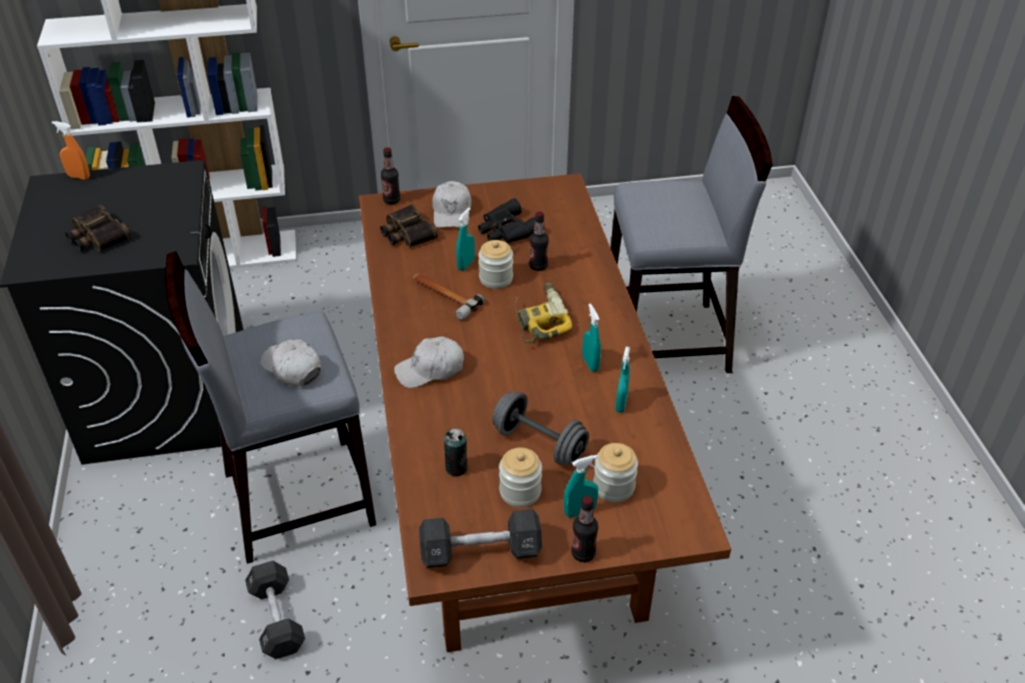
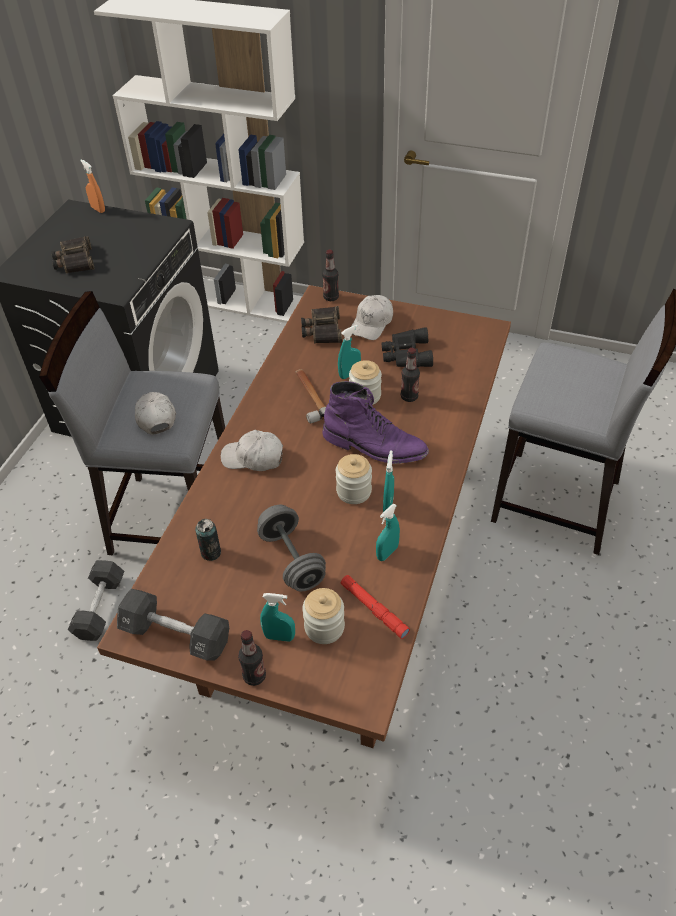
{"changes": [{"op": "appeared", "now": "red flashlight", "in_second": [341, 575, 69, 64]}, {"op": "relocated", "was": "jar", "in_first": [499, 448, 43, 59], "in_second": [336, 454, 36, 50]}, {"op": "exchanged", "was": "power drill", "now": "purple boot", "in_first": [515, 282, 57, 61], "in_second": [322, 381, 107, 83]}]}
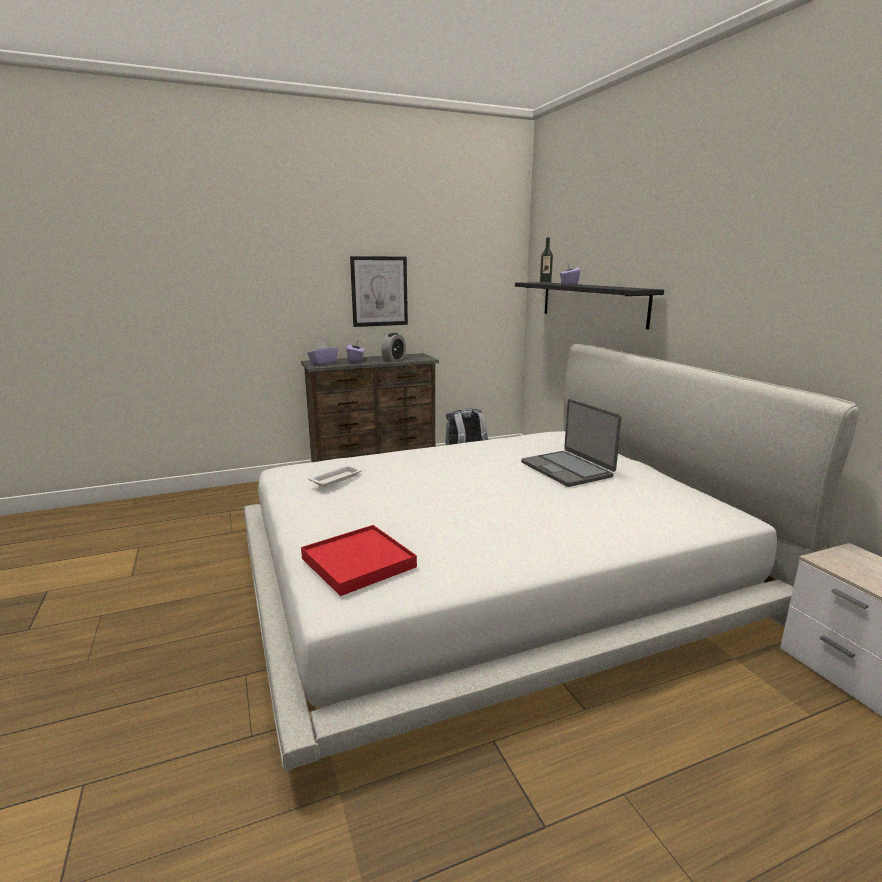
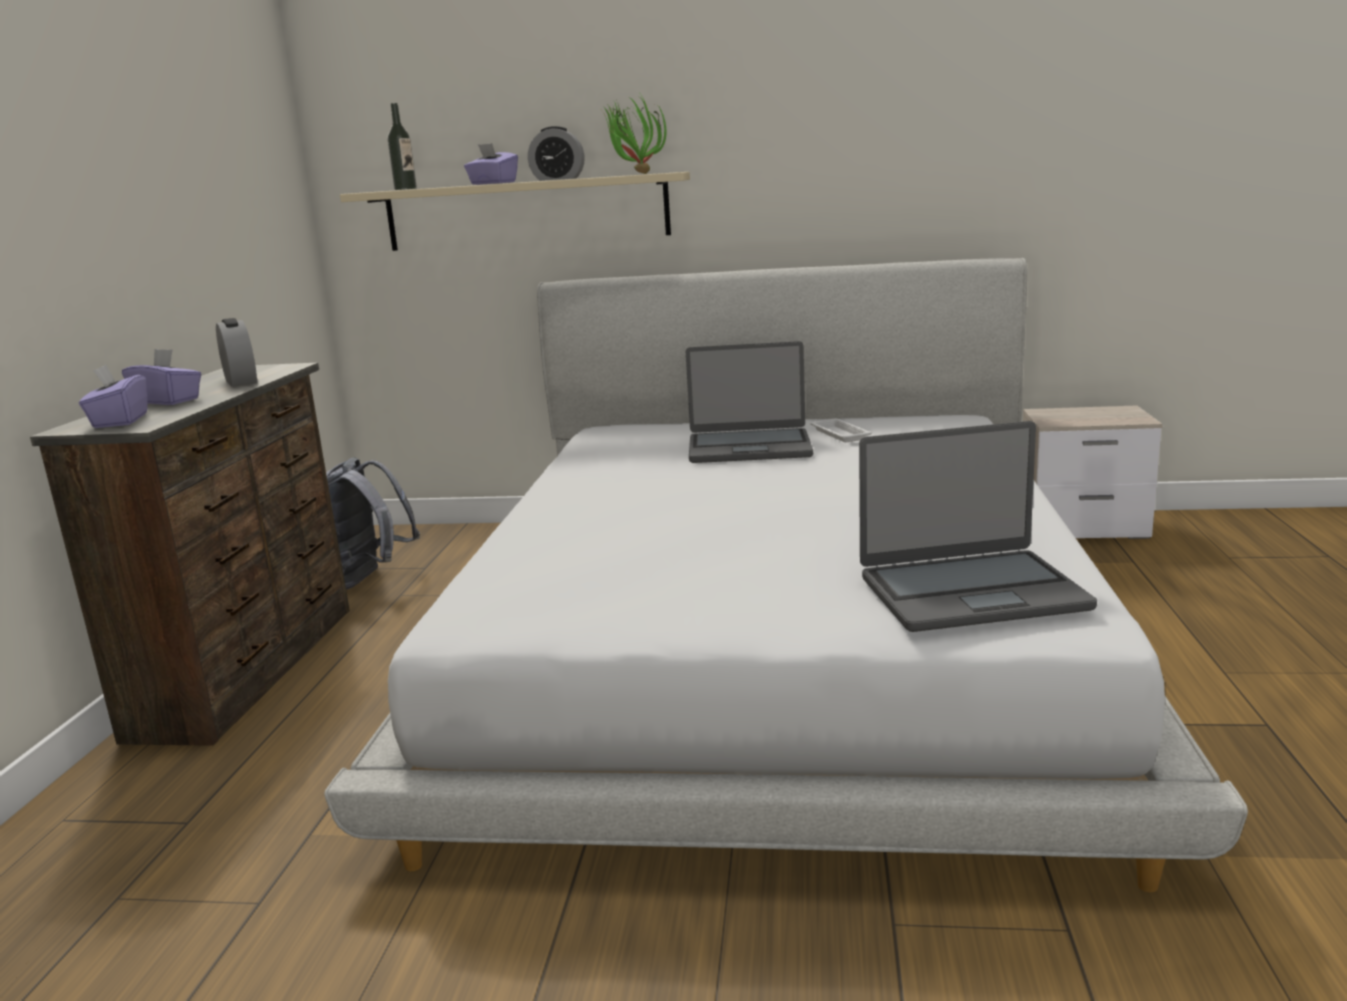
{"changes": [{"op": "missing", "was": "picture", "in_first": [350, 256, 58, 71]}, {"op": "appeared", "now": "alarm clock", "in_second": [528, 126, 57, 55]}, {"op": "appeared", "now": "potted plant", "in_second": [602, 94, 64, 80]}, {"op": "relocated", "was": "white tray", "in_first": [308, 465, 54, 22], "in_second": [810, 419, 62, 23]}, {"op": "exchanged", "was": "red tray", "now": "laptop", "in_first": [301, 525, 116, 71], "in_second": [859, 421, 238, 211]}, {"op": "colour", "was": "black shelf", "now": "beige shelf", "in_first": [515, 282, 149, 47], "in_second": [340, 172, 350, 79]}]}
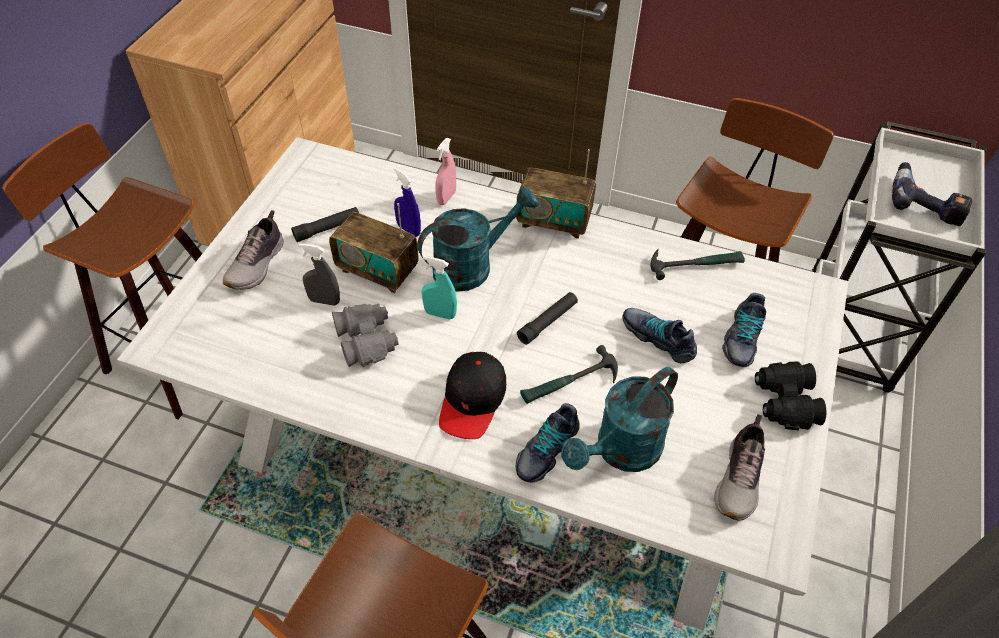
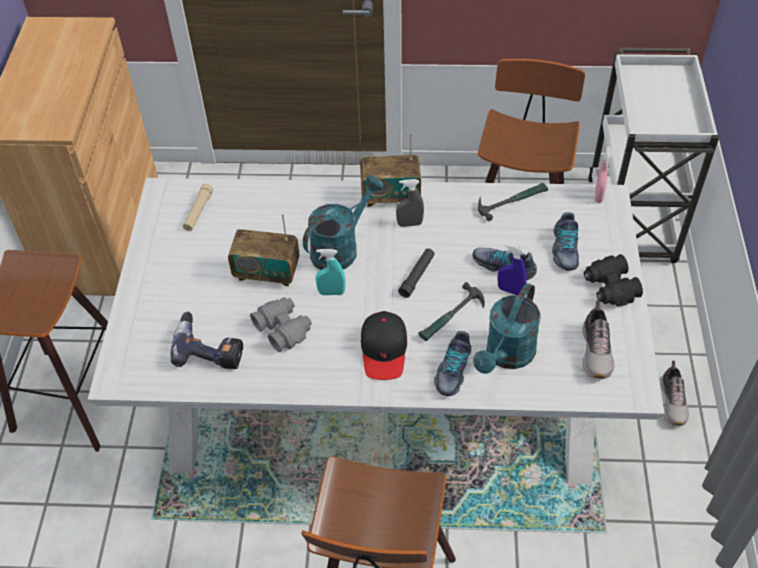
{"changes": [{"op": "missing", "was": "black flashlight", "in_first": [291, 207, 68, 35]}, {"op": "appeared", "now": "beige flashlight", "in_second": [183, 184, 30, 47]}, {"op": "relocated", "was": "shoe", "in_first": [223, 210, 61, 80], "in_second": [660, 361, 29, 65]}, {"op": "relocated", "was": "grey spray bottle", "in_first": [298, 243, 42, 63], "in_second": [396, 179, 28, 48]}, {"op": "relocated", "was": "blue spray bottle", "in_first": [394, 168, 27, 69], "in_second": [498, 244, 29, 52]}, {"op": "relocated", "was": "pink spray bottle", "in_first": [435, 138, 21, 67], "in_second": [595, 147, 15, 56]}, {"op": "relocated", "was": "power drill", "in_first": [892, 162, 80, 64], "in_second": [171, 311, 72, 58]}]}
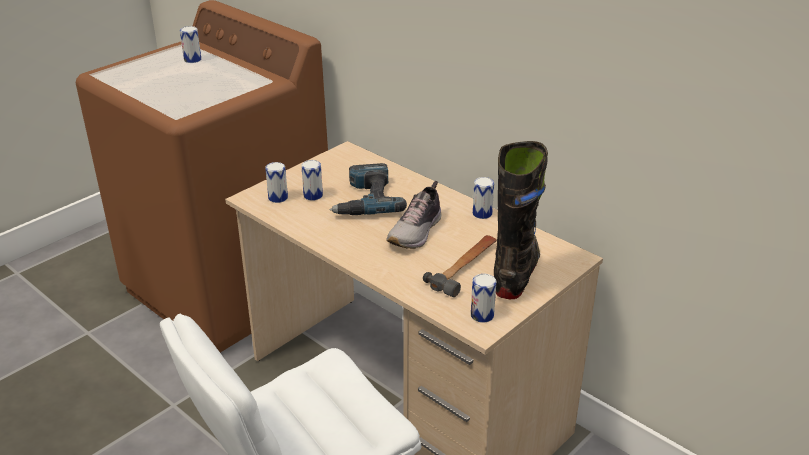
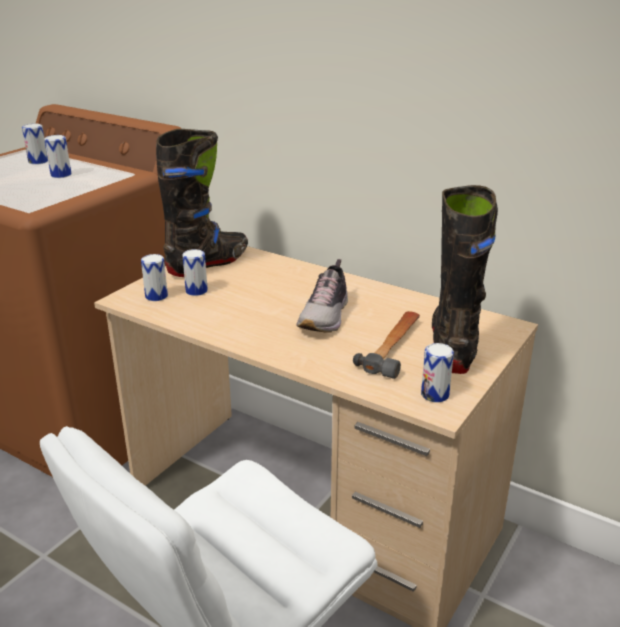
{"changes": [{"op": "missing", "was": "power drill", "in_first": [329, 163, 78, 52]}, {"op": "appeared", "now": "black boot", "in_second": [156, 129, 92, 148]}, {"op": "relocated", "was": "can", "in_first": [473, 177, 21, 42], "in_second": [44, 135, 28, 43]}]}
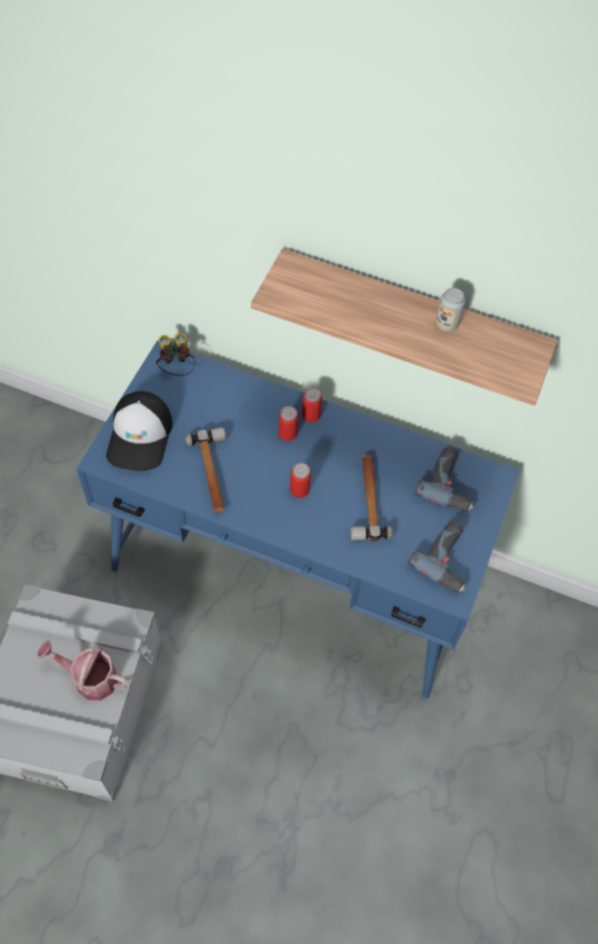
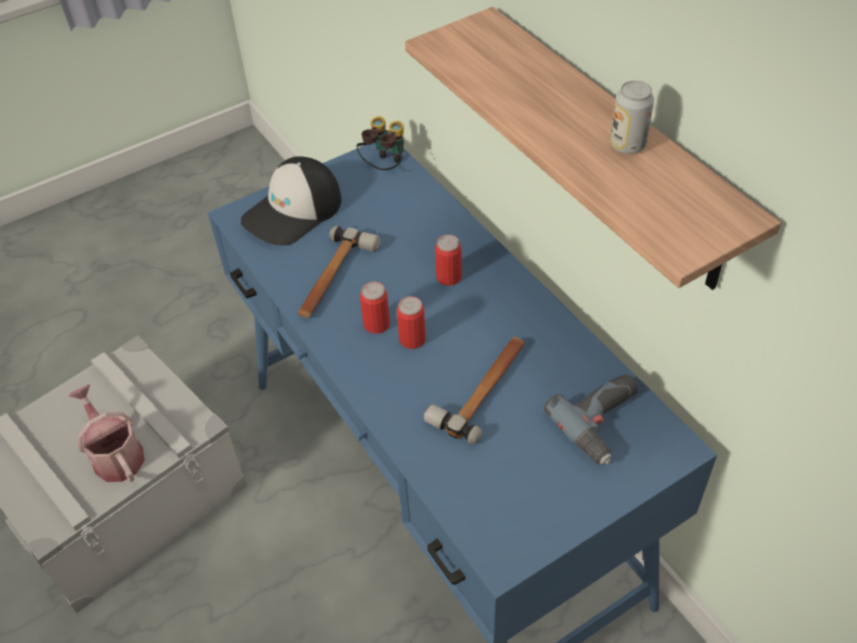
{"changes": [{"op": "missing", "was": "power drill", "in_first": [408, 521, 58, 71]}, {"op": "relocated", "was": "can", "in_first": [302, 388, 20, 35], "in_second": [360, 282, 30, 52]}]}
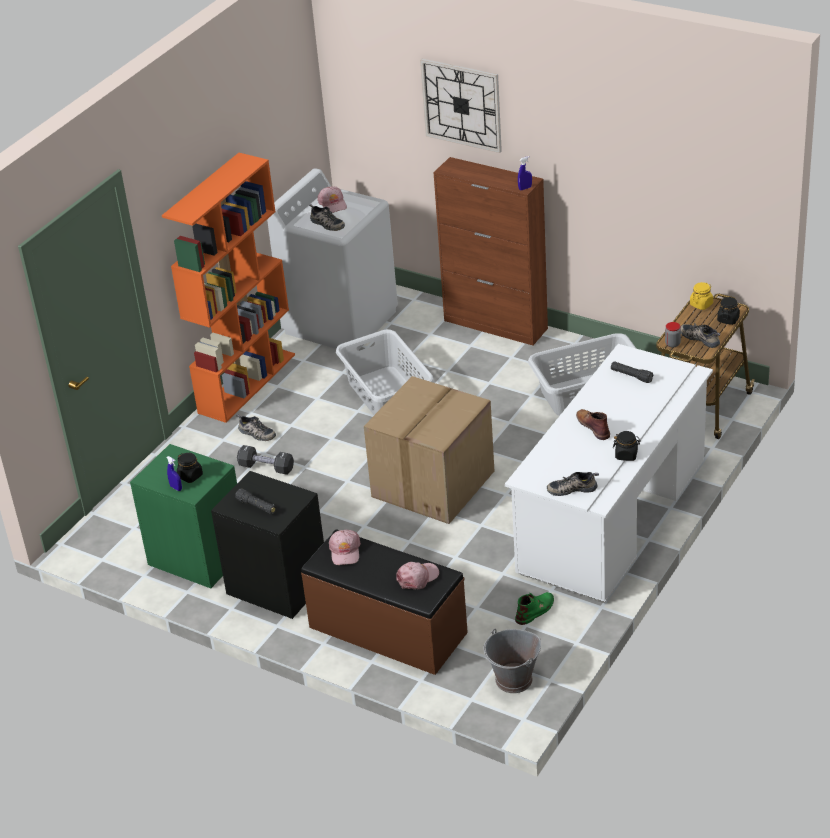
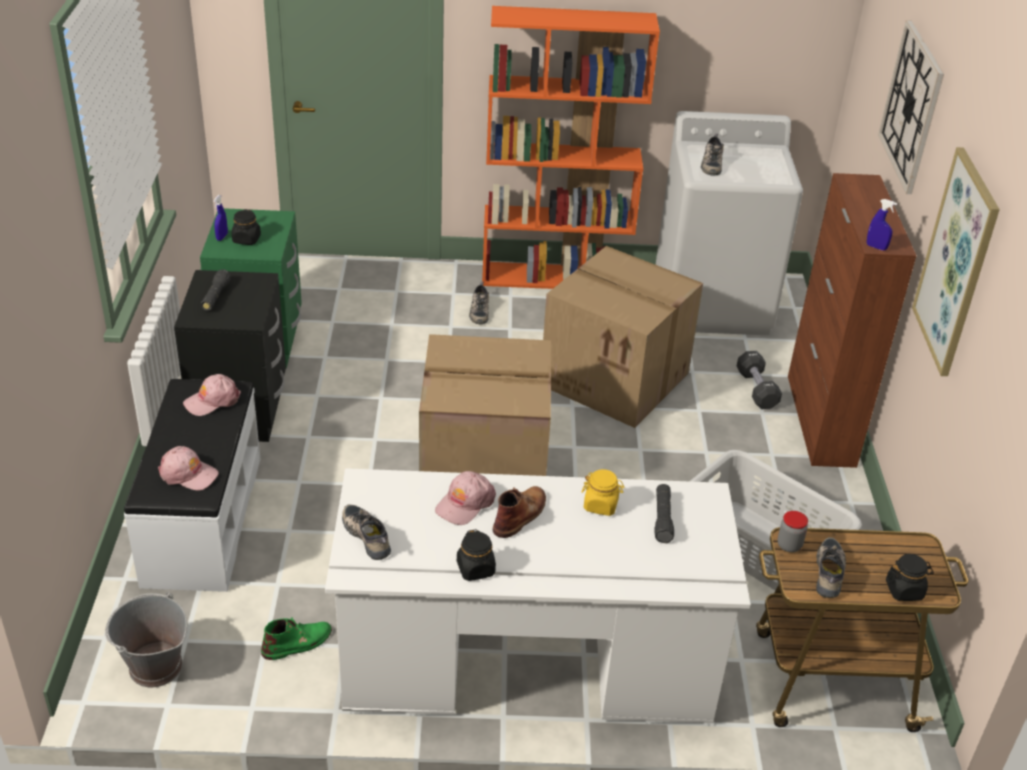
{"changes": [{"op": "appeared", "now": "picture", "in_second": [912, 147, 88, 229]}, {"op": "relocated", "was": "black dumbbell", "in_first": [237, 445, 57, 30], "in_second": [737, 351, 45, 58]}, {"op": "relocated", "was": "pink cap", "in_first": [317, 186, 30, 27], "in_second": [435, 471, 61, 54]}, {"op": "relocated", "was": "yellow jar", "in_first": [690, 282, 23, 28], "in_second": [581, 469, 44, 47]}, {"op": "exchanged", "was": "grey laundry basket", "now": "cardboard box", "in_first": [336, 329, 99, 86], "in_second": [543, 246, 160, 182]}, {"op": "colour", "was": "brown bench", "now": "white bench", "in_first": [301, 530, 167, 145], "in_second": [124, 379, 137, 213]}, {"op": "spun", "was": "green boot", "in_first": [515, 592, 39, 33], "in_second": [261, 617, 71, 43], "clockwise": -45}]}
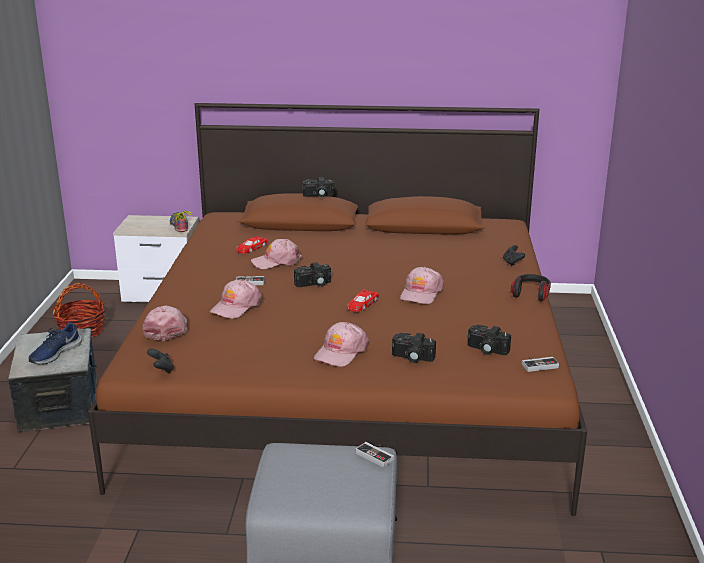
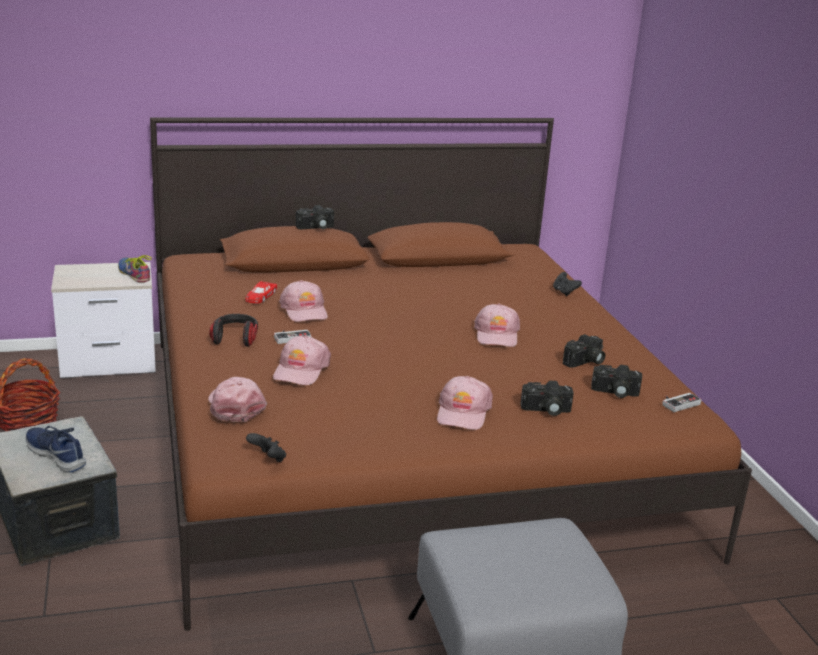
{"changes": [{"op": "missing", "was": "red toy car", "in_first": [347, 290, 32, 22]}, {"op": "missing", "was": "game controller", "in_first": [356, 442, 38, 26]}, {"op": "relocated", "was": "photo camera", "in_first": [294, 262, 37, 25], "in_second": [563, 334, 42, 34]}, {"op": "relocated", "was": "headphones", "in_first": [511, 274, 40, 28], "in_second": [209, 314, 49, 32]}, {"op": "spun", "was": "blue shoe", "in_first": [28, 322, 54, 42], "in_second": [26, 426, 60, 47], "clockwise": 120}, {"op": "spun", "was": "pink cap", "in_first": [251, 239, 51, 30], "in_second": [279, 280, 49, 42], "clockwise": -75}]}
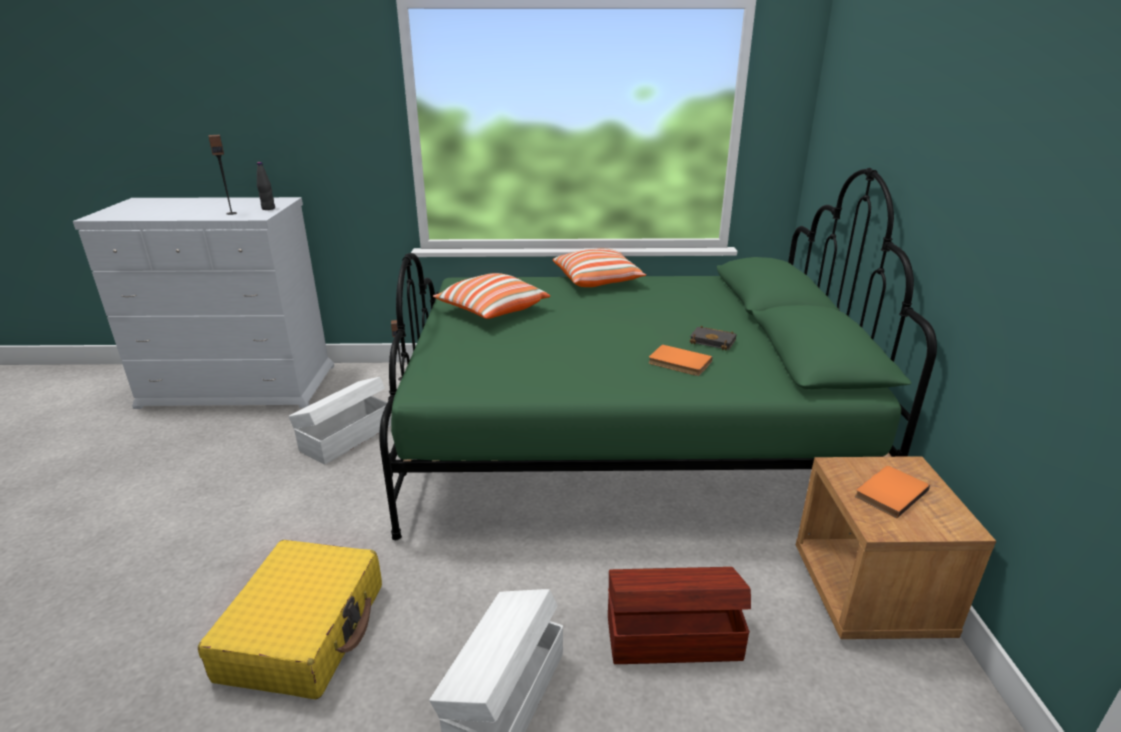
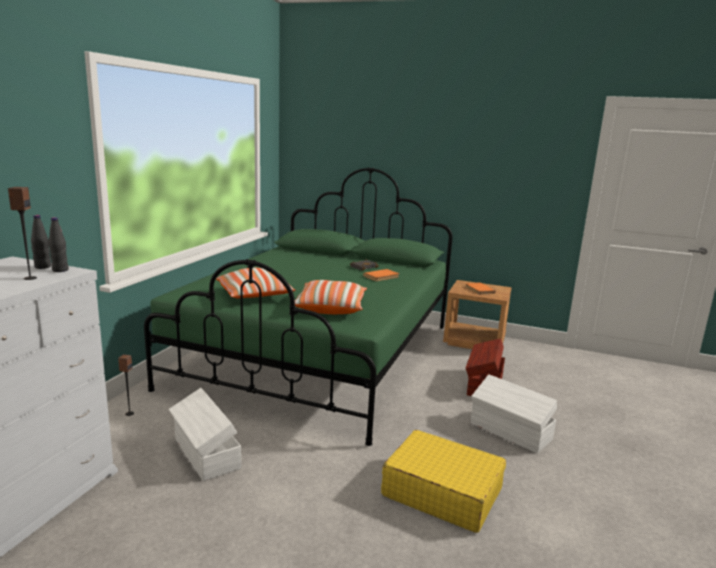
{"changes": [{"op": "appeared", "now": "black bottle", "in_second": [49, 217, 20, 55]}, {"op": "relocated", "was": "pillow", "in_first": [553, 248, 93, 39], "in_second": [295, 280, 72, 34]}]}
